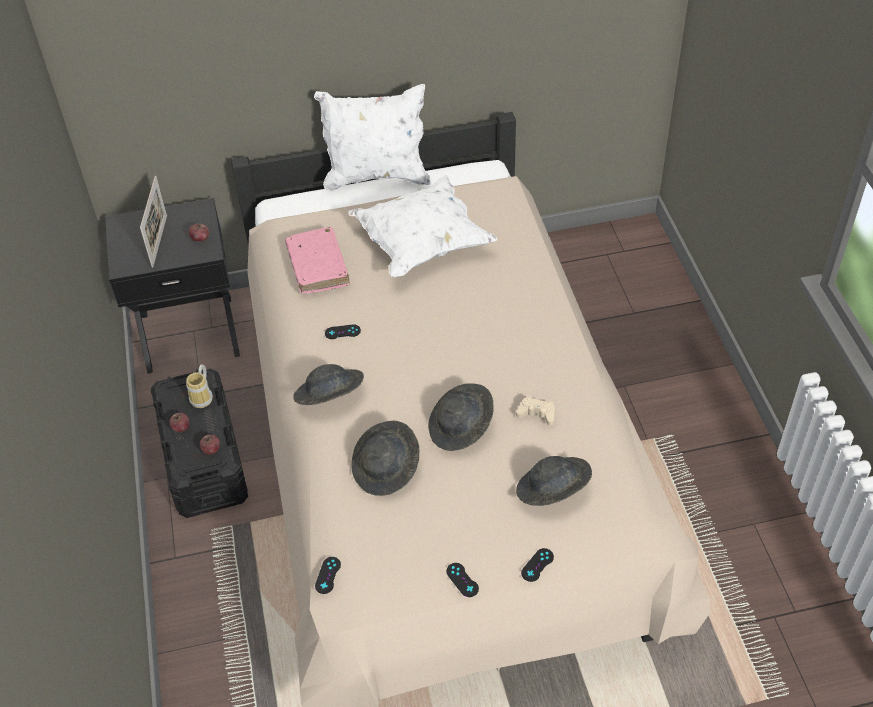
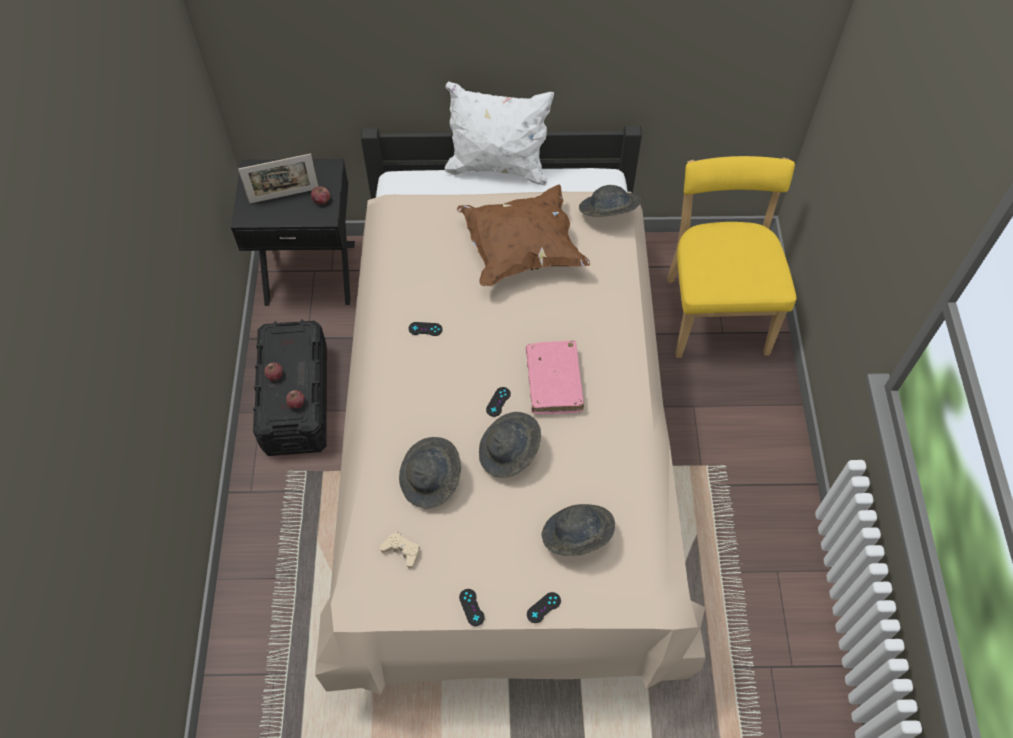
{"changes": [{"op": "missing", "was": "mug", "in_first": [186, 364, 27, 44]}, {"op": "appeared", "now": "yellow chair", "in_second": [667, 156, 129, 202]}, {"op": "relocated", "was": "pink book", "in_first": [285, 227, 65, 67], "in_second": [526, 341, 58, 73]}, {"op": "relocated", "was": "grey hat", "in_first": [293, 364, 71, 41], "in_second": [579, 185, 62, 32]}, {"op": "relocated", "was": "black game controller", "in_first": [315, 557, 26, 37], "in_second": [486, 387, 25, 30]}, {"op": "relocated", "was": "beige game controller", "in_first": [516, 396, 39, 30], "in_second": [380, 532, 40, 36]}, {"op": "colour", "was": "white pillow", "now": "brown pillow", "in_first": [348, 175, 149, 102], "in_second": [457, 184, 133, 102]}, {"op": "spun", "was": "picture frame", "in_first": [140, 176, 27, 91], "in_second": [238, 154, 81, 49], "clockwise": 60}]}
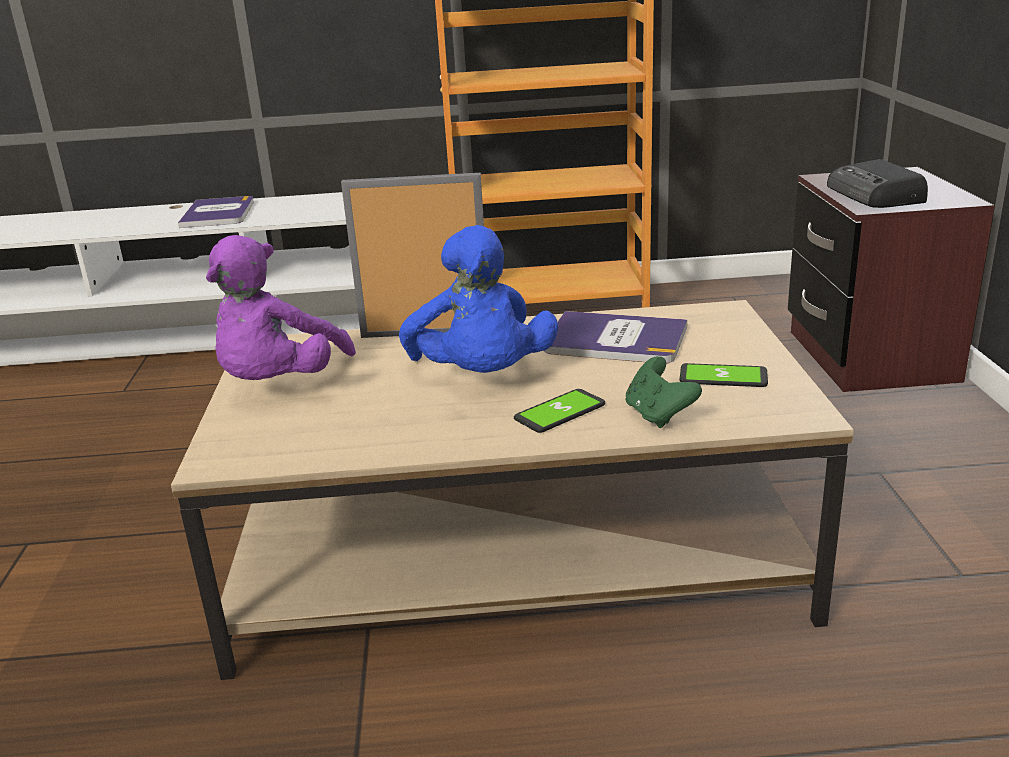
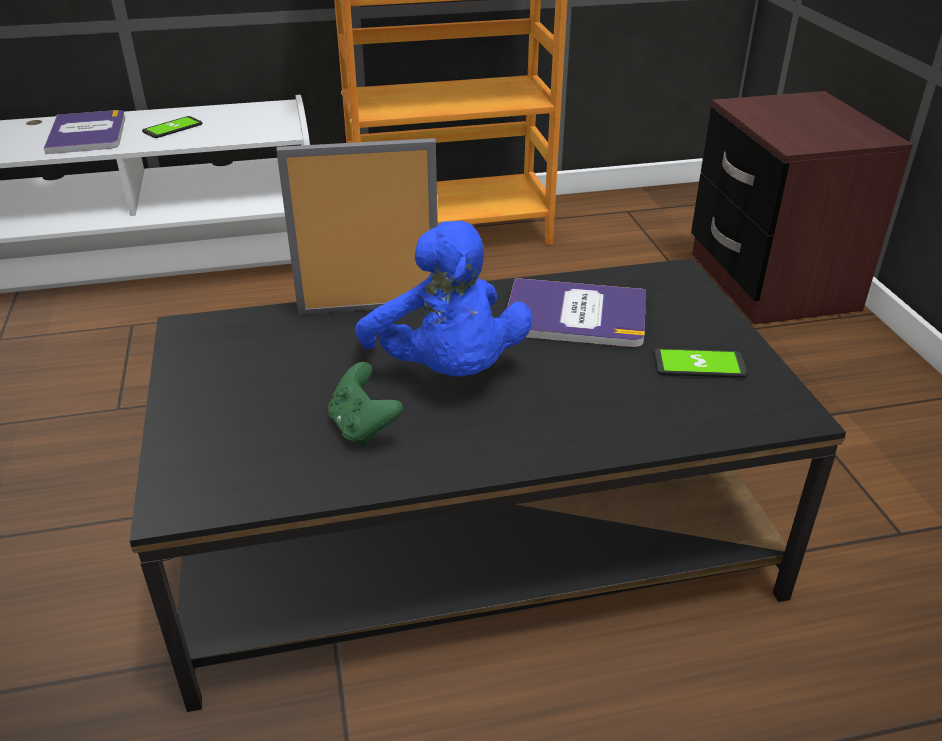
{"changes": [{"op": "missing", "was": "purple plush toy", "in_first": [206, 235, 150, 145]}, {"op": "missing", "was": "radio", "in_first": [827, 159, 101, 49]}, {"op": "relocated", "was": "phone", "in_first": [514, 389, 91, 44], "in_second": [142, 116, 60, 22]}, {"op": "relocated", "was": "green game controller", "in_first": [625, 356, 77, 72], "in_second": [328, 362, 75, 84]}, {"op": "colour", "was": "beige coffee table", "now": "black coffee table", "in_first": [171, 300, 683, 380], "in_second": [130, 258, 716, 454]}]}
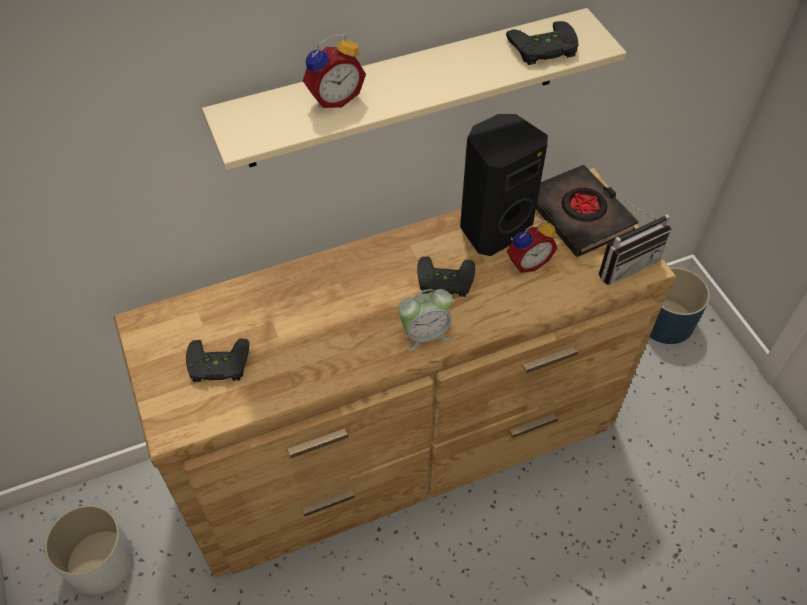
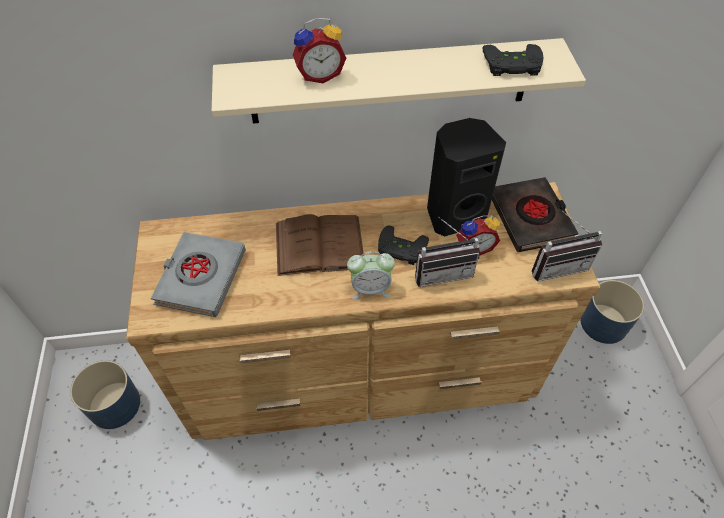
{"changes": [{"op": "appeared", "now": "brown book", "in_second": [276, 214, 88, 62]}, {"op": "appeared", "now": "radio", "in_second": [415, 217, 65, 70]}, {"op": "exchanged", "was": "black game controller", "now": "grey book", "in_first": [186, 338, 63, 44], "in_second": [151, 232, 95, 85]}, {"op": "colour", "was": "white planter", "now": "blue planter", "in_first": [45, 505, 89, 90], "in_second": [70, 360, 70, 69]}]}
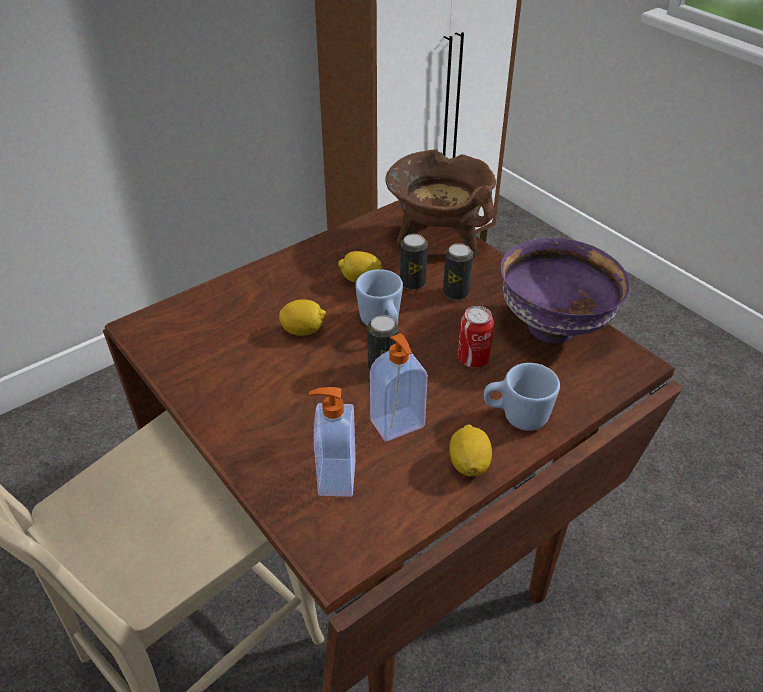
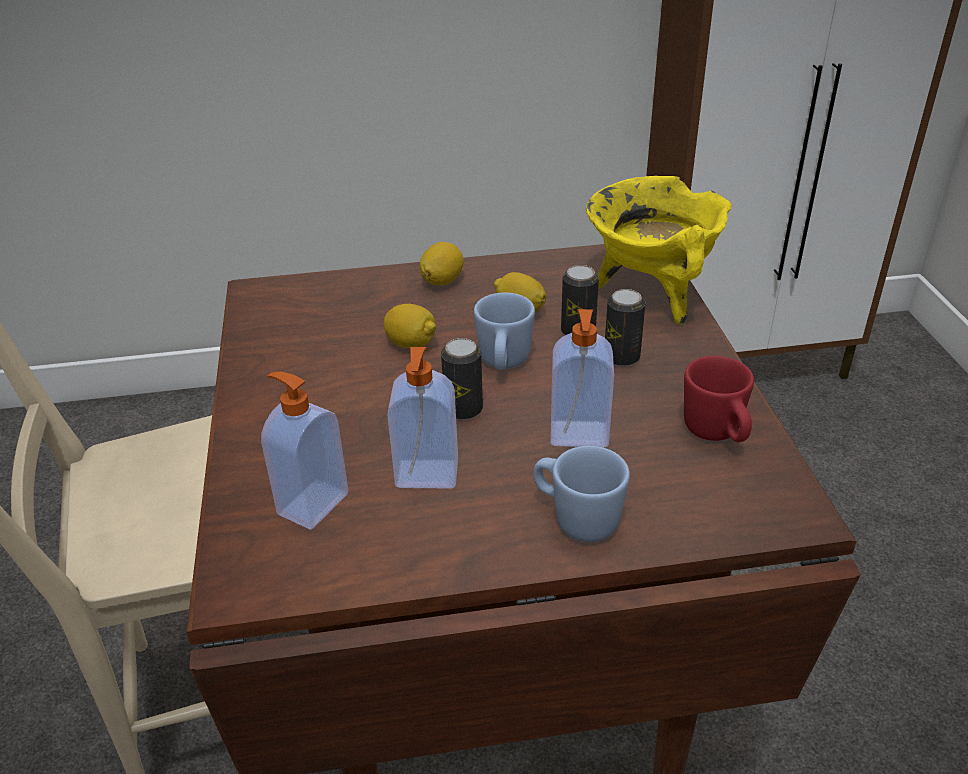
{"changes": [{"op": "relocated", "was": "lemon", "in_first": [449, 424, 43, 53], "in_second": [420, 242, 44, 44]}, {"op": "exchanged", "was": "can", "now": "soap dispenser", "in_first": [458, 306, 36, 62], "in_second": [550, 309, 64, 139]}, {"op": "exchanged", "was": "purple bowl", "now": "red mug", "in_first": [501, 238, 129, 106], "in_second": [684, 356, 70, 86]}, {"op": "colour", "was": "brown cooking pot", "now": "yellow cooking pot", "in_first": [385, 149, 111, 108], "in_second": [585, 176, 147, 149]}]}
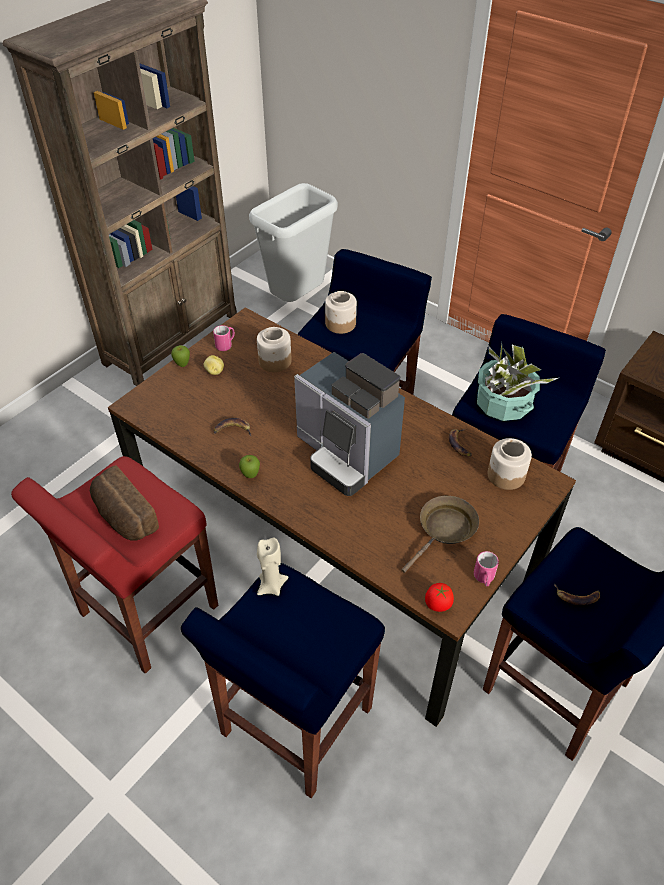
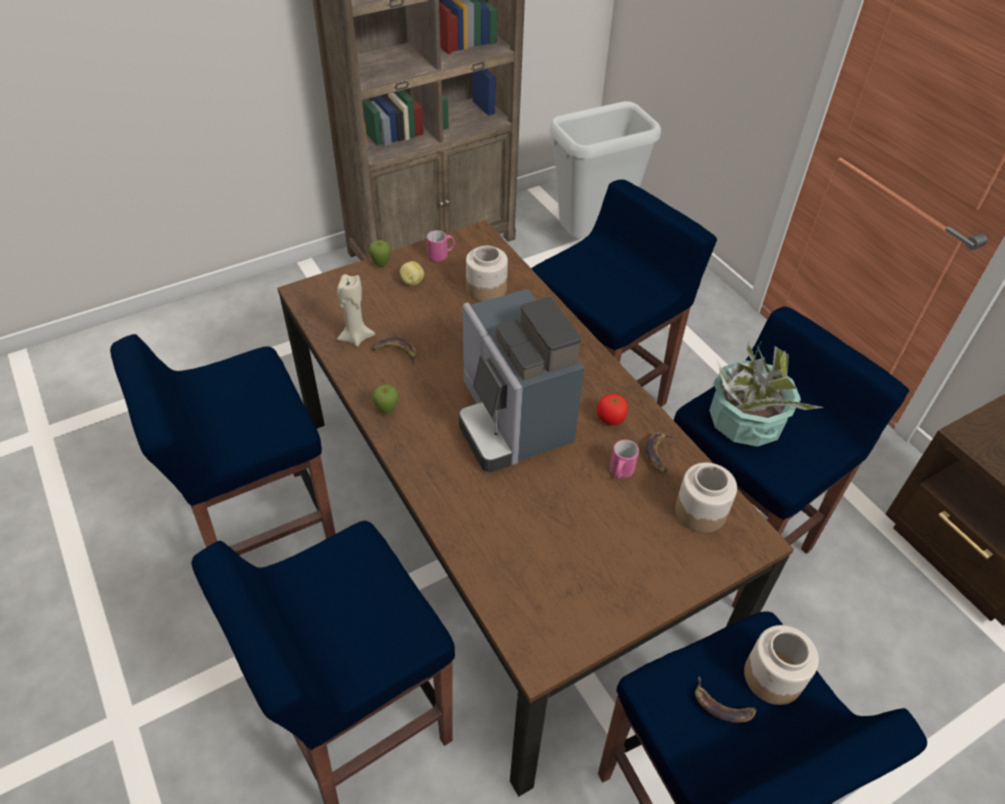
{"changes": [{"op": "missing", "was": "bread", "in_first": [90, 465, 69, 76]}, {"op": "missing", "was": "brown frying pan", "in_first": [401, 496, 78, 77]}, {"op": "relocated", "was": "beige candle", "in_first": [257, 537, 31, 59], "in_second": [337, 274, 38, 73]}, {"op": "relocated", "was": "jar", "in_first": [325, 291, 32, 43], "in_second": [744, 625, 75, 80]}, {"op": "relocated", "was": "tomato", "in_first": [425, 583, 29, 29], "in_second": [597, 394, 31, 31]}, {"op": "relocated", "was": "pink mug", "in_first": [474, 551, 25, 35], "in_second": [610, 440, 29, 40]}, {"op": "colour", "was": "red stool", "now": "blue stool", "in_first": [11, 456, 207, 218], "in_second": [110, 334, 226, 221]}]}
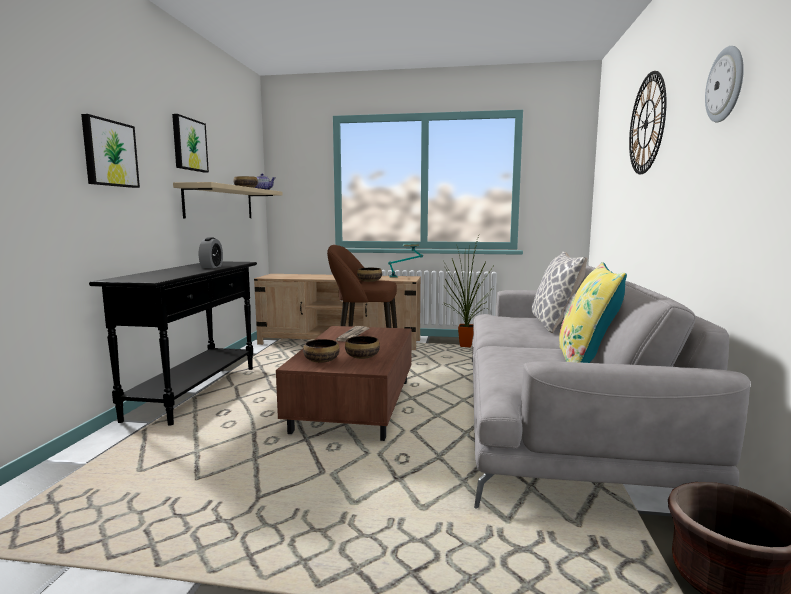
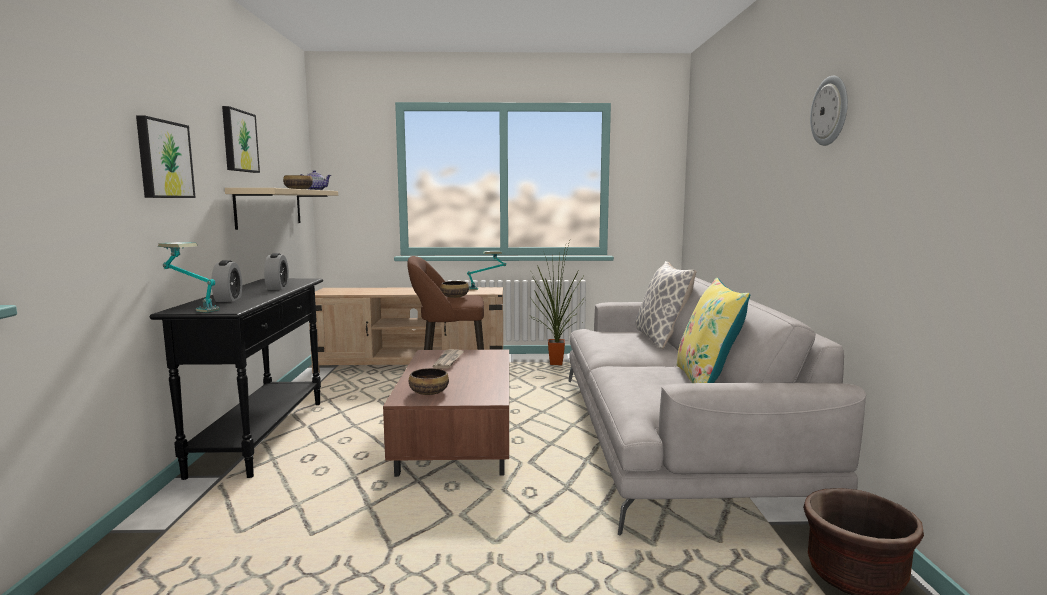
{"changes": [{"op": "missing", "was": "bowl", "in_first": [345, 336, 35, 23]}, {"op": "missing", "was": "wall clock", "in_first": [629, 71, 37, 103]}, {"op": "appeared", "now": "table lamp", "in_second": [158, 242, 62, 71]}, {"op": "appeared", "now": "alarm clock", "in_second": [212, 260, 30, 42]}]}
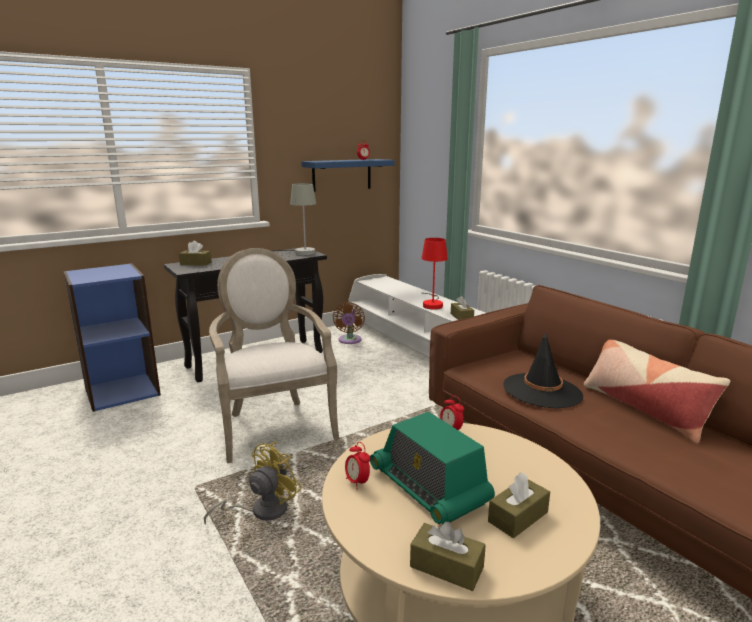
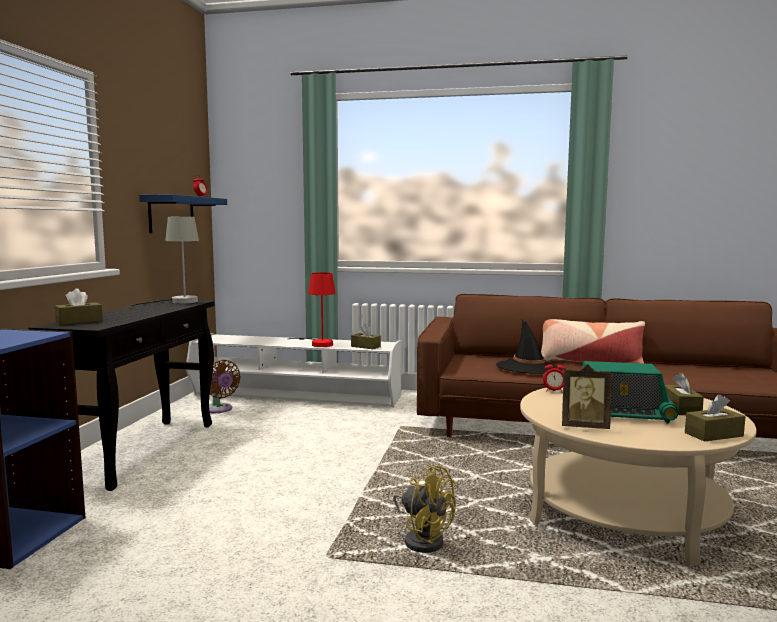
{"changes": [{"op": "missing", "was": "armchair", "in_first": [209, 248, 130, 215]}, {"op": "exchanged", "was": "alarm clock", "now": "picture frame", "in_first": [345, 442, 25, 48], "in_second": [562, 364, 50, 65]}, {"op": "spun", "was": "yellow fan", "in_first": [204, 442, 98, 82], "in_second": [393, 463, 63, 90], "clockwise": 135}]}
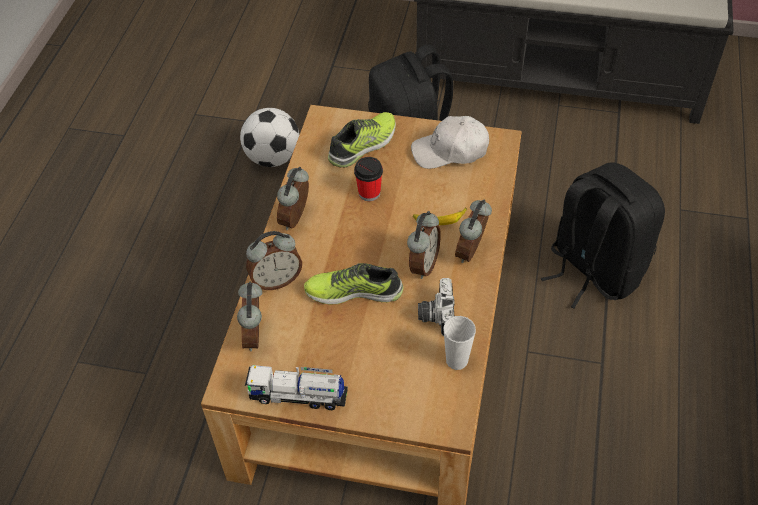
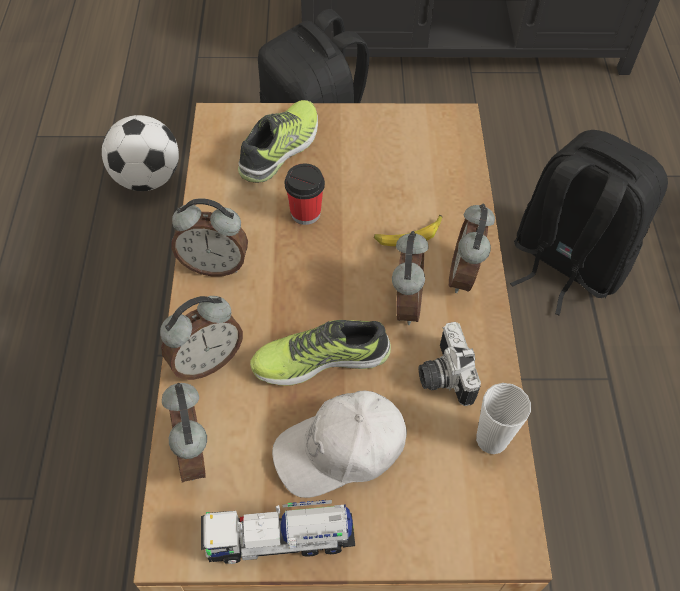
{"changes": [{"op": "relocated", "was": "white cap", "in_first": [411, 116, 78, 53], "in_second": [272, 391, 135, 107]}, {"op": "spun", "was": "alarm clock", "in_first": [277, 167, 32, 63], "in_second": [171, 198, 77, 79], "clockwise": -90}]}
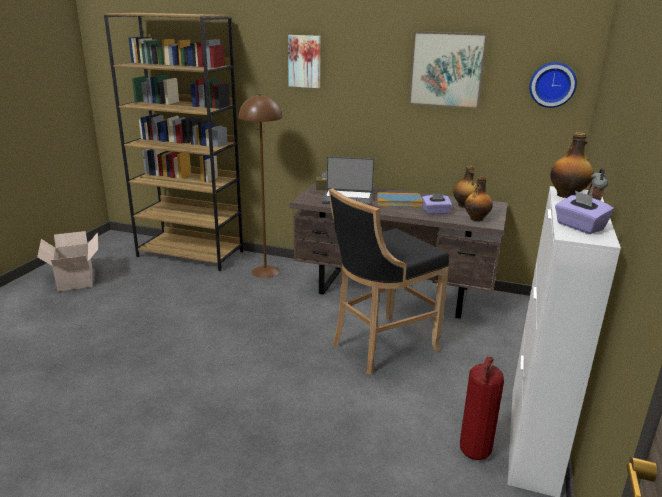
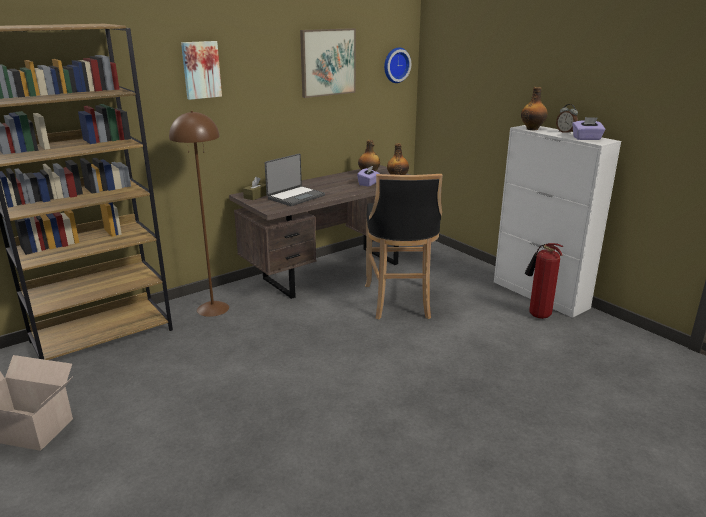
{"changes": [{"op": "missing", "was": "book", "in_first": [377, 192, 45, 15]}]}
